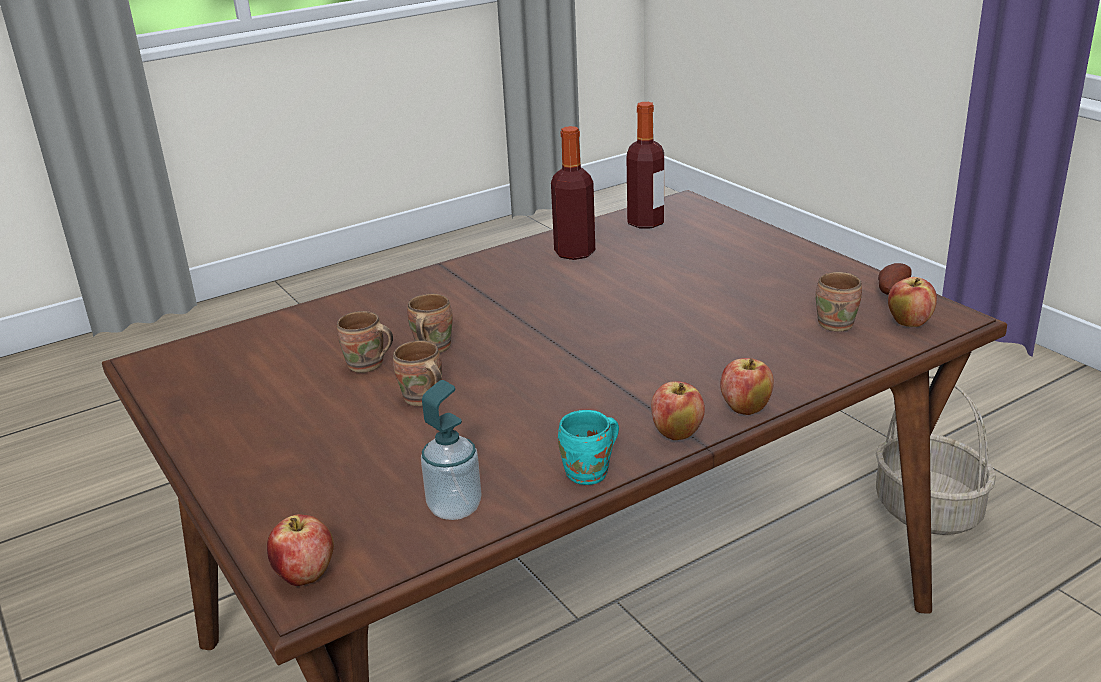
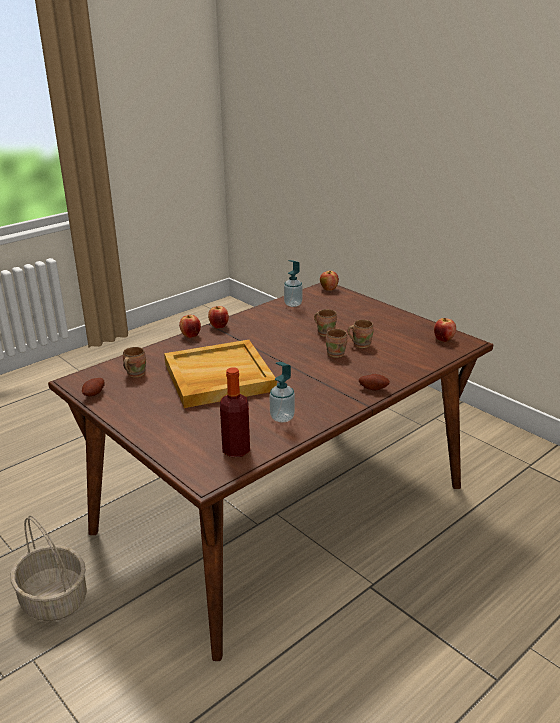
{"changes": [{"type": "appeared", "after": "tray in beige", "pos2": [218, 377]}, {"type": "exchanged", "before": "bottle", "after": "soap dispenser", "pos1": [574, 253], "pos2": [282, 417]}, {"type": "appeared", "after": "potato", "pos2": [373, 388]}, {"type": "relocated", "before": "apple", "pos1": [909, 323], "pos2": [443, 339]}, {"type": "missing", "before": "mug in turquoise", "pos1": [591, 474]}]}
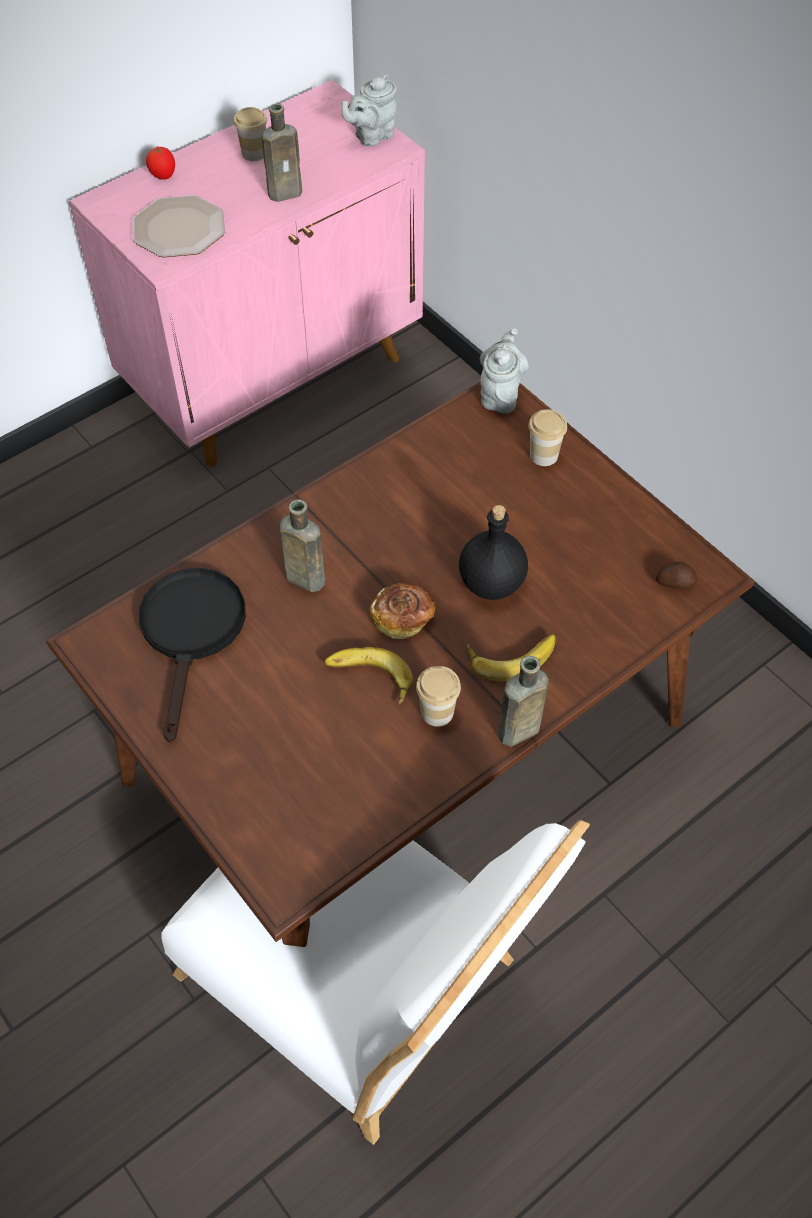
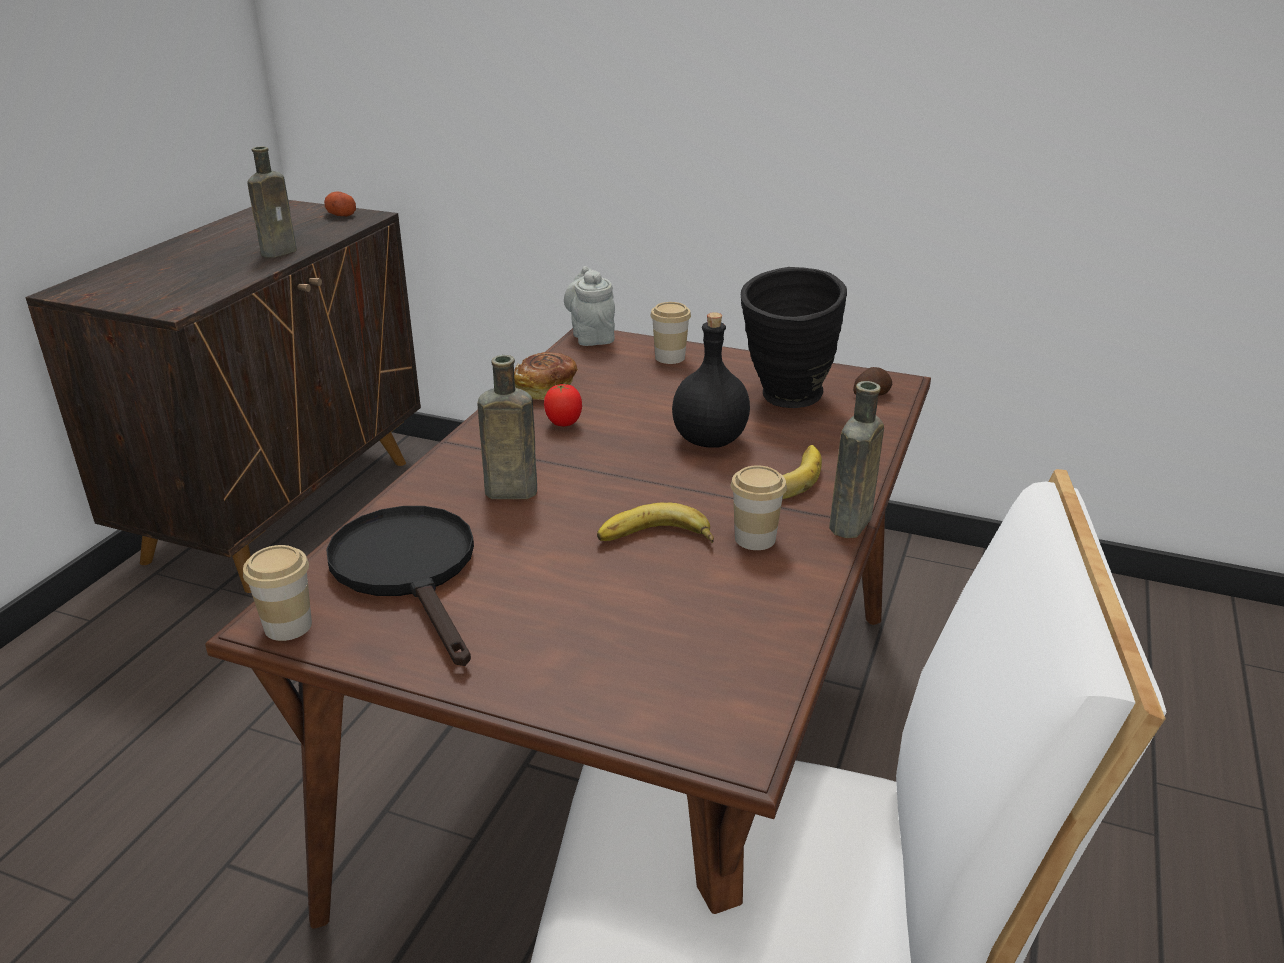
{"changes": [{"type": "colour", "before": "cabinet in pink", "after": "cabinet in brown", "pos1": [275, 377], "pos2": [284, 507]}, {"type": "relocated", "before": "cup", "pos1": [254, 153], "pos2": [288, 626]}, {"type": "exchanged", "before": "teapot in grey", "after": "potato", "pos1": [371, 136], "pos2": [340, 214]}, {"type": "relocated", "before": "bread", "pos1": [403, 618], "pos2": [546, 390]}, {"type": "relocated", "before": "tomato", "pos1": [163, 176], "pos2": [563, 424]}, {"type": "appeared", "after": "vase in black", "pos2": [786, 401]}, {"type": "missing", "before": "plate", "pos1": [178, 229]}]}
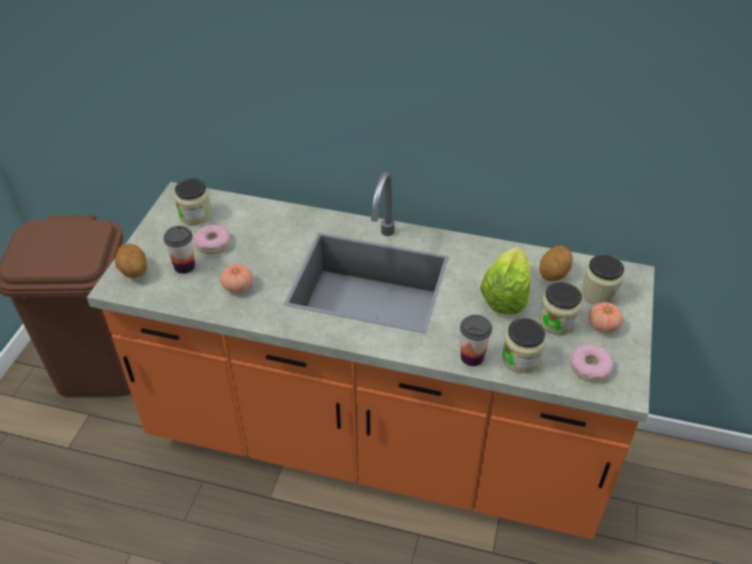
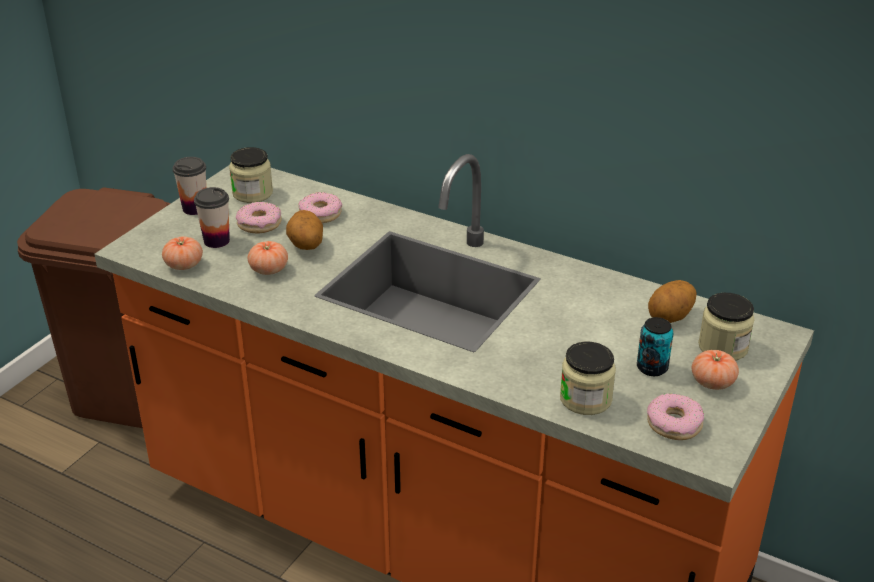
{"changes": [{"type": "appeared", "after": "tomato", "pos2": [184, 265]}, {"type": "relocated", "before": "cup", "pos1": [472, 357], "pos2": [195, 208]}, {"type": "relocated", "before": "potato", "pos1": [133, 272], "pos2": [305, 246]}, {"type": "appeared", "after": "donut", "pos2": [320, 214]}, {"type": "exchanged", "before": "jar", "after": "can", "pos1": [557, 321], "pos2": [652, 368]}, {"type": "missing", "before": "lettuce", "pos1": [505, 296]}]}
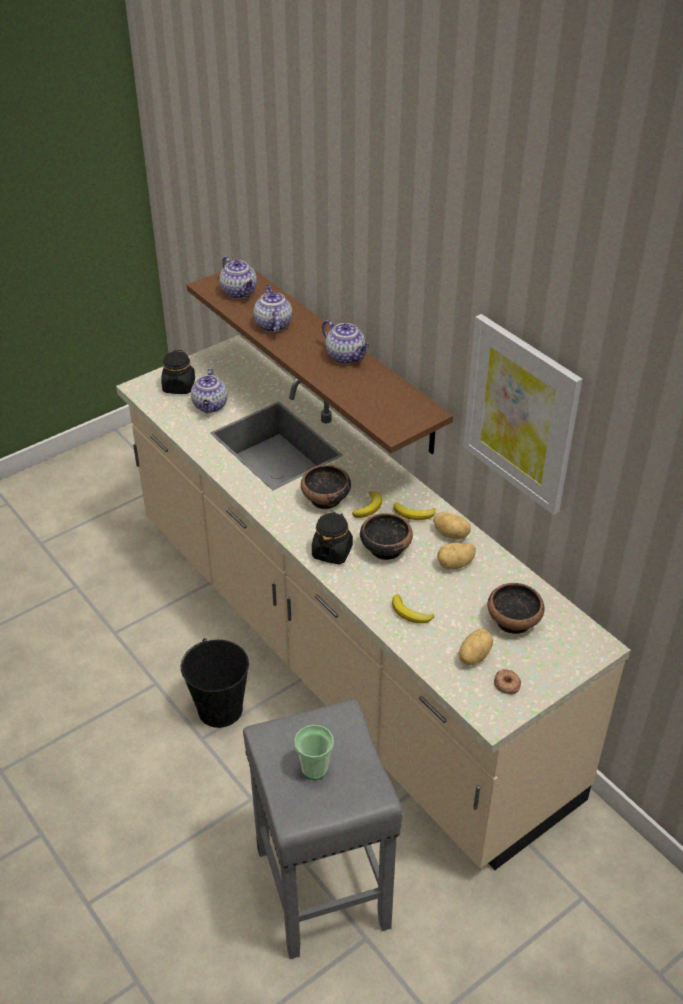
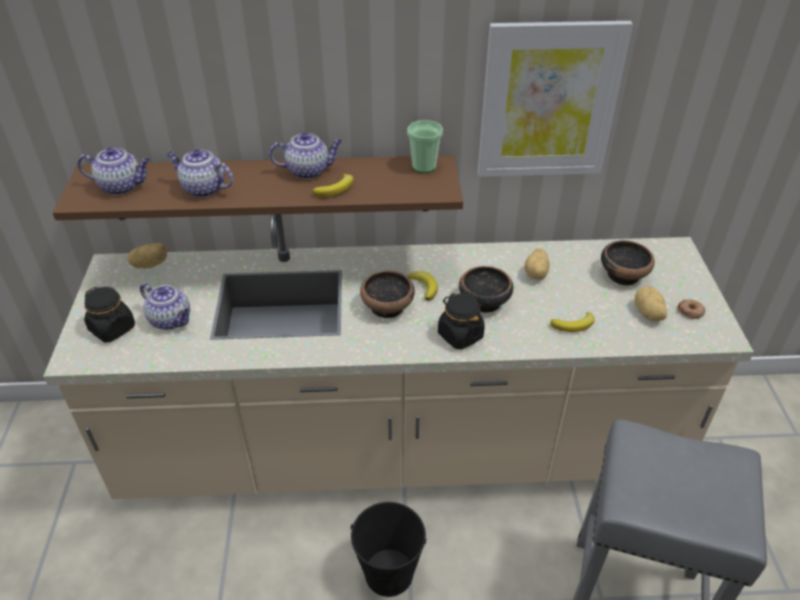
{"changes": [{"type": "relocated", "before": "potato", "pos1": [451, 534], "pos2": [150, 264]}, {"type": "relocated", "before": "banana", "pos1": [414, 514], "pos2": [336, 189]}, {"type": "relocated", "before": "cup", "pos1": [314, 769], "pos2": [424, 166]}]}
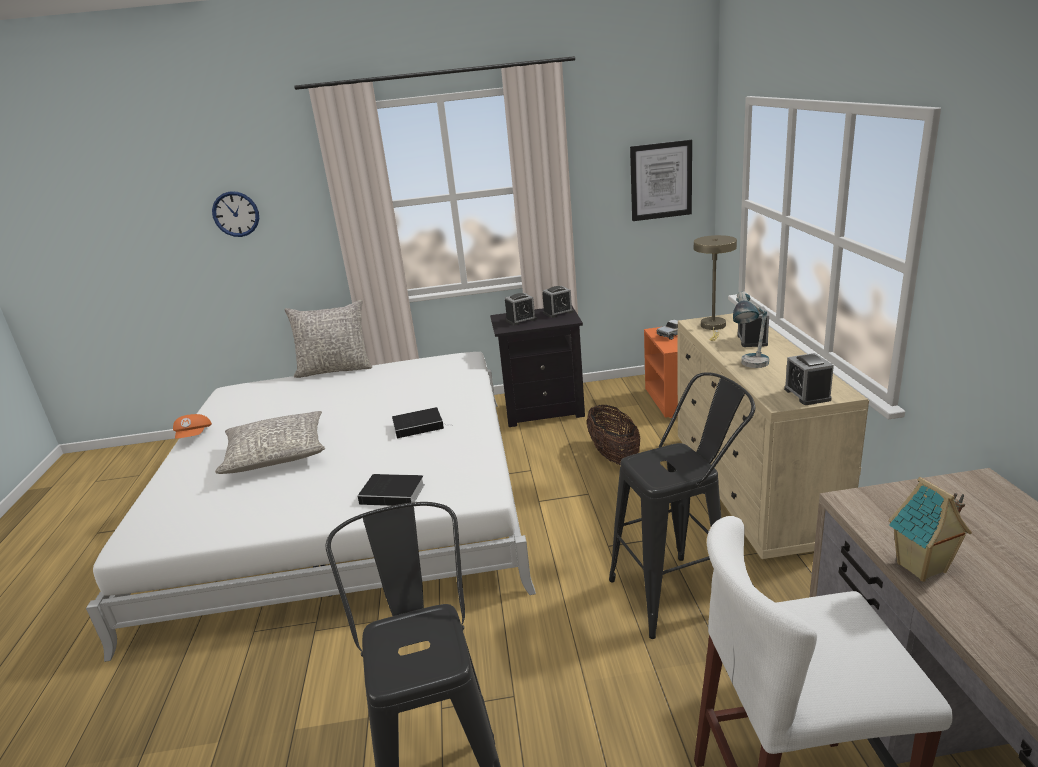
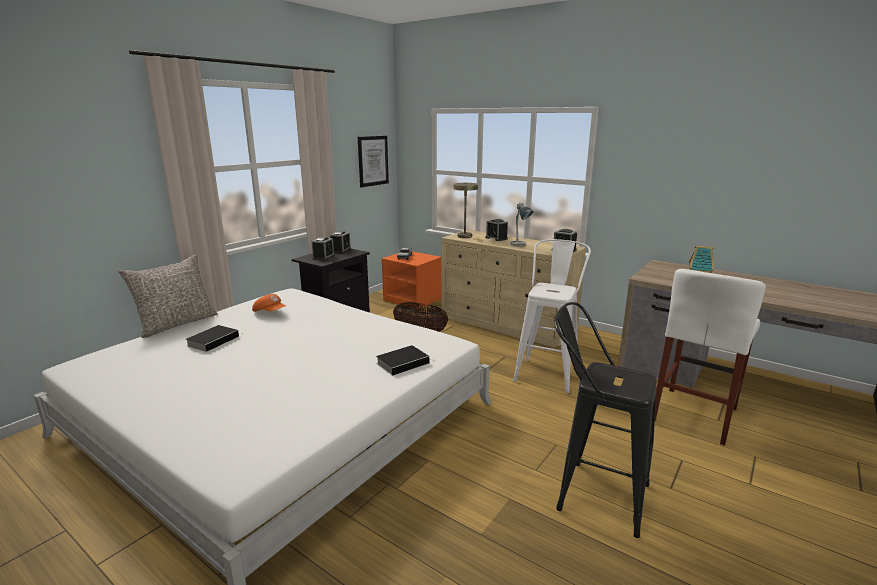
{"changes": [{"type": "relocated", "before": "book", "pos1": [419, 425], "pos2": [214, 340]}, {"type": "relocated", "before": "cap in orange", "pos1": [195, 436], "pos2": [270, 312]}, {"type": "colour", "before": "stool in black", "after": "stool in white", "pos1": [680, 592], "pos2": [548, 372]}, {"type": "missing", "before": "wall clock", "pos1": [236, 214]}, {"type": "missing", "before": "pillow in grey", "pos1": [277, 454]}]}
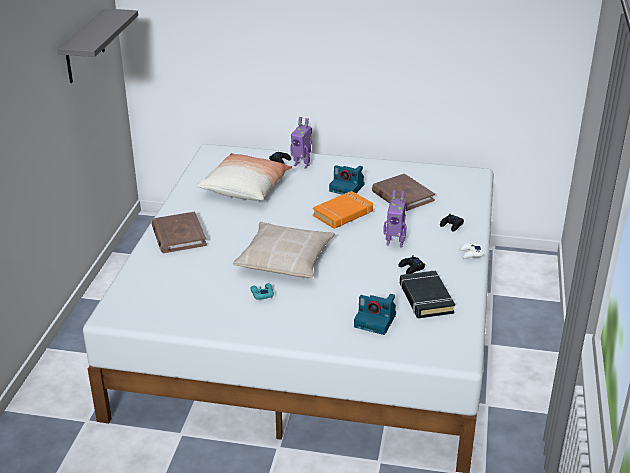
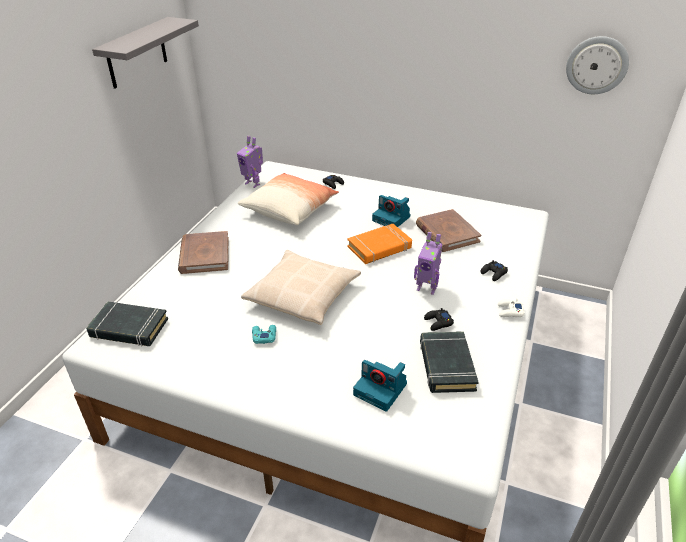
{"changes": [{"type": "appeared", "after": "book in black", "pos2": [129, 328]}, {"type": "relocated", "before": "toy robot", "pos1": [302, 164], "pos2": [253, 183]}, {"type": "appeared", "after": "wall clock", "pos2": [596, 65]}]}
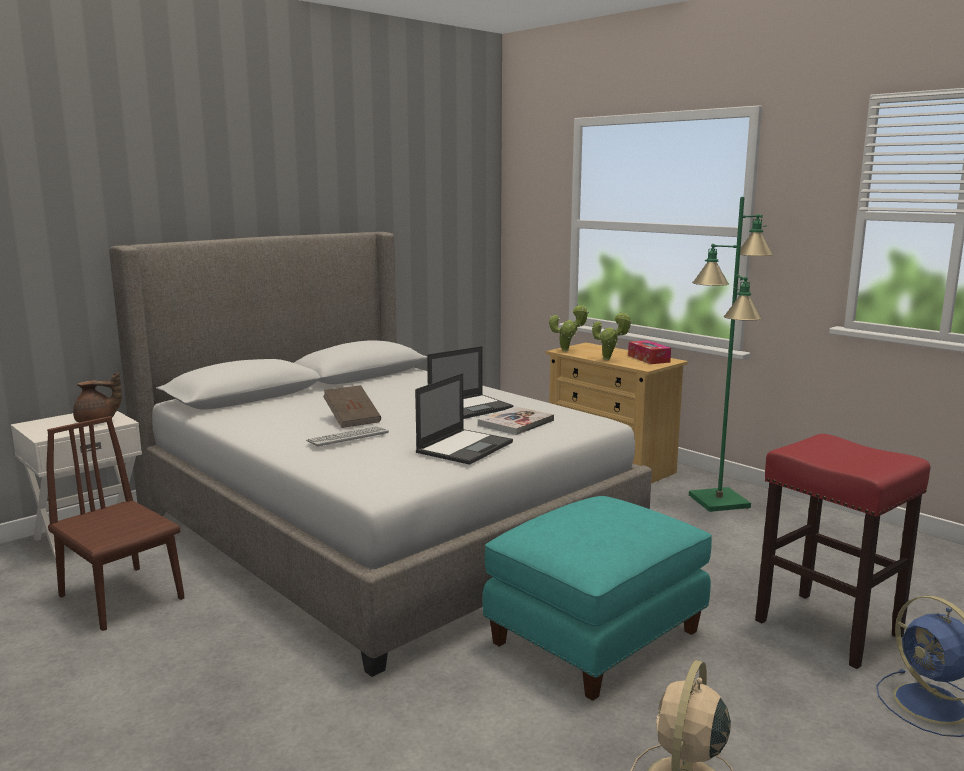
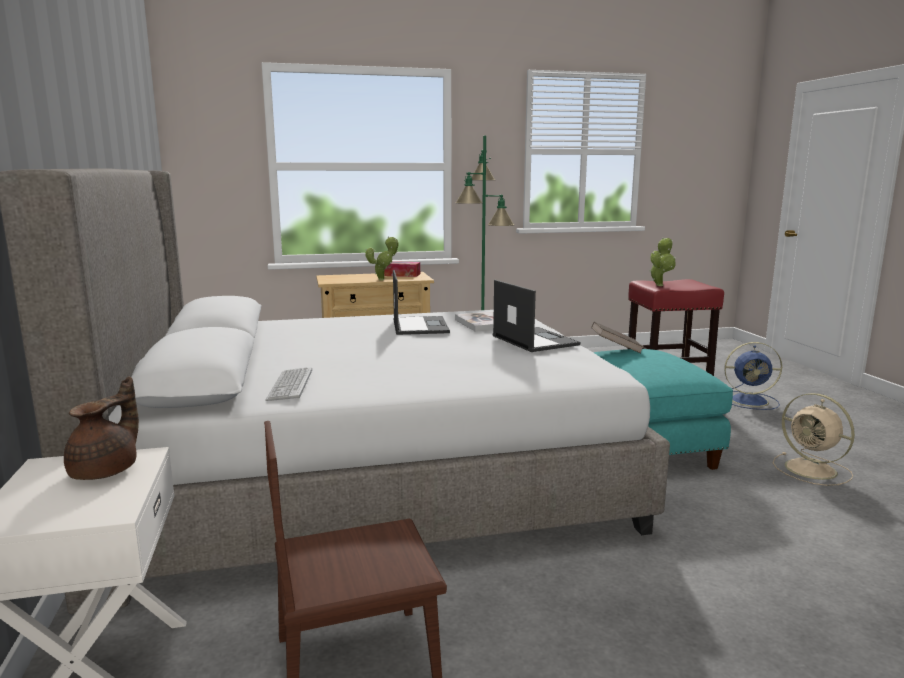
{"changes": [{"type": "relocated", "before": "keyboard", "pos1": [348, 437], "pos2": [290, 385]}, {"type": "relocated", "before": "book in brown", "pos1": [352, 419], "pos2": [616, 349]}, {"type": "relocated", "before": "potted plant", "pos1": [567, 350], "pos2": [660, 285]}]}
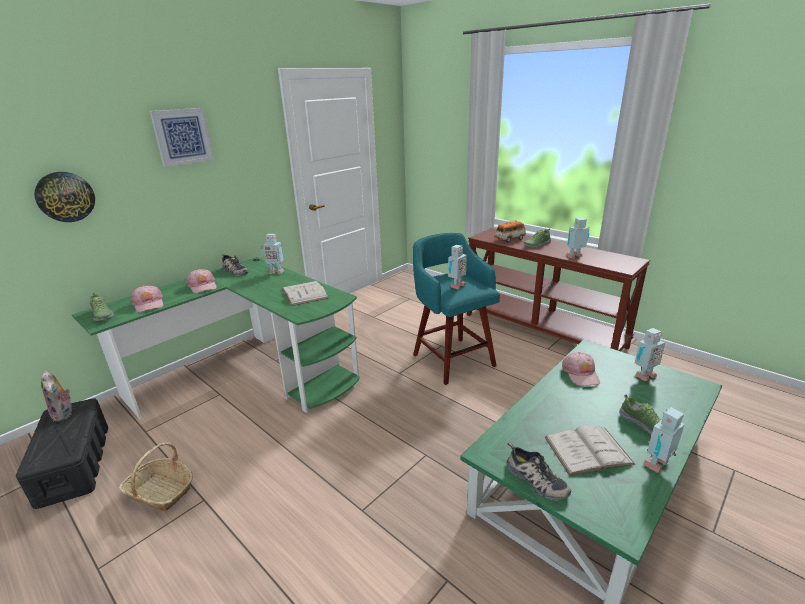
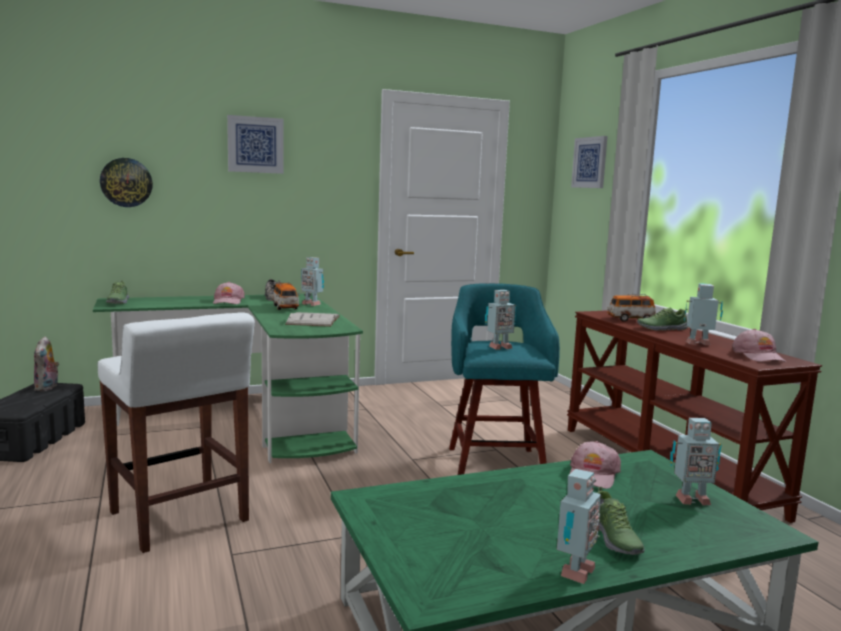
{"changes": [{"type": "appeared", "after": "stool in white", "pos2": [179, 518]}, {"type": "appeared", "after": "toy car", "pos2": [285, 307]}, {"type": "spun", "before": "toy robot", "pos1": [658, 464], "pos2": [573, 572], "turn": 135}, {"type": "appeared", "after": "picture", "pos2": [590, 162]}, {"type": "relocated", "before": "cap in pink", "pos1": [149, 304], "pos2": [758, 356]}, {"type": "missing", "before": "basket", "pos1": [161, 492]}, {"type": "missing", "before": "shoe", "pos1": [534, 480]}, {"type": "missing", "before": "book in white", "pos1": [587, 450]}]}
